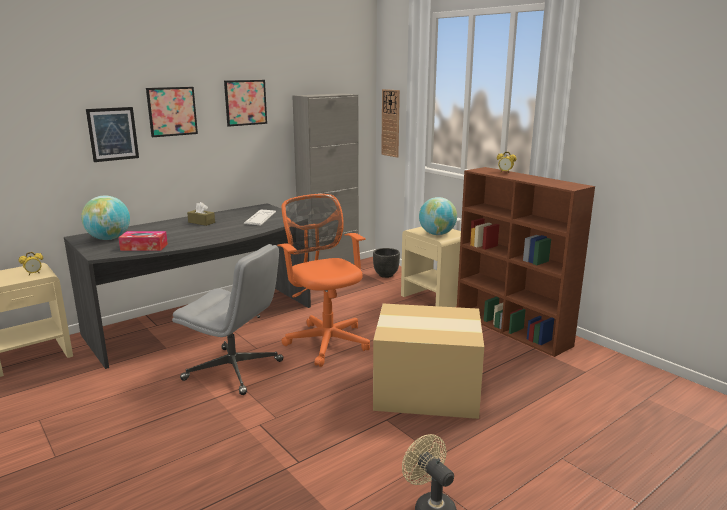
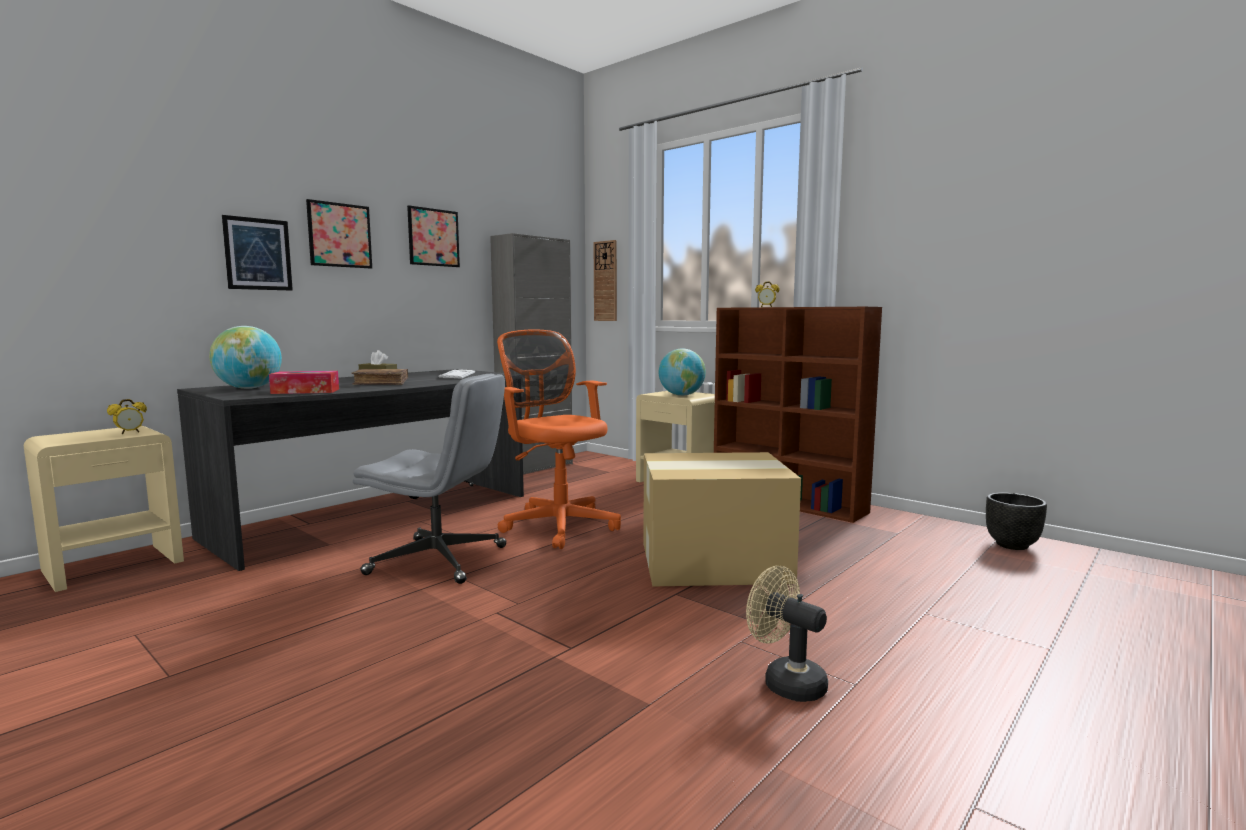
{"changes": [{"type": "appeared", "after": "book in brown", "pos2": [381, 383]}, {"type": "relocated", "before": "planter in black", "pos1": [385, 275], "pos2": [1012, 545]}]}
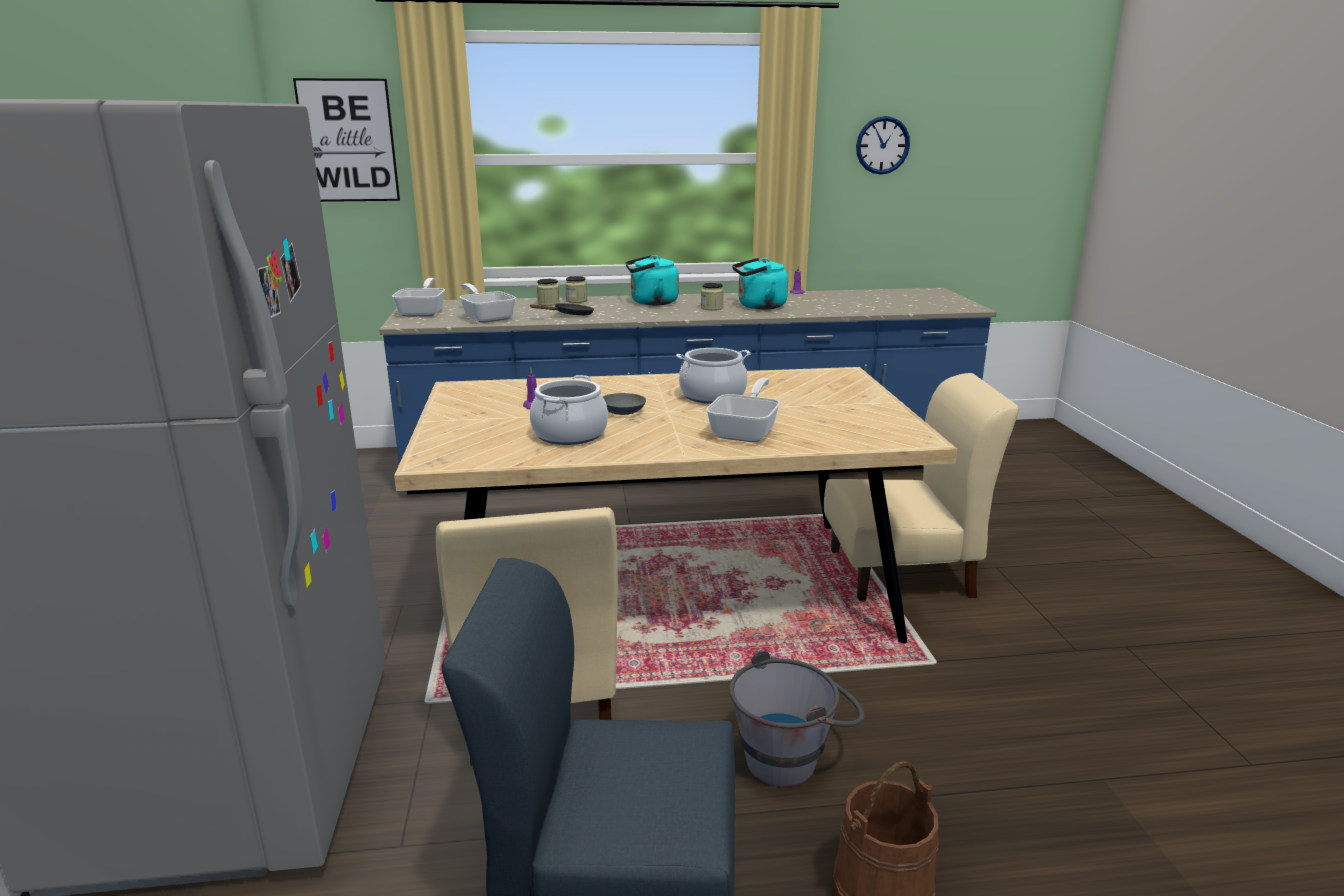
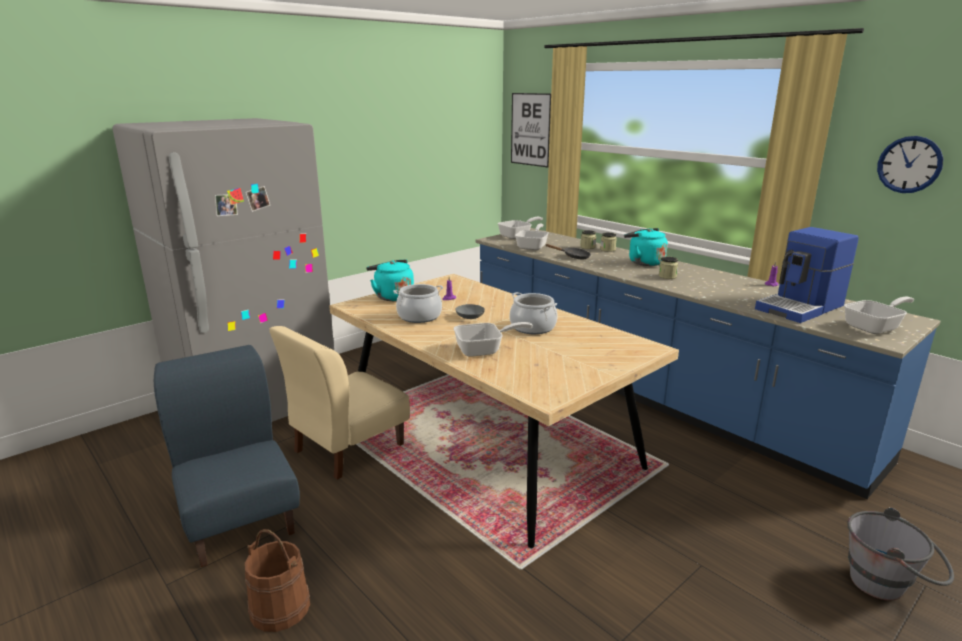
{"changes": [{"type": "relocated", "before": "kettle in turquoise", "pos1": [758, 306], "pos2": [392, 296]}, {"type": "appeared", "after": "coffee machine", "pos2": [801, 307]}, {"type": "appeared", "after": "frying pan", "pos2": [875, 327]}, {"type": "relocated", "before": "bucket in grey", "pos1": [793, 757], "pos2": [888, 586]}, {"type": "missing", "before": "chair in beige", "pos1": [901, 573]}]}
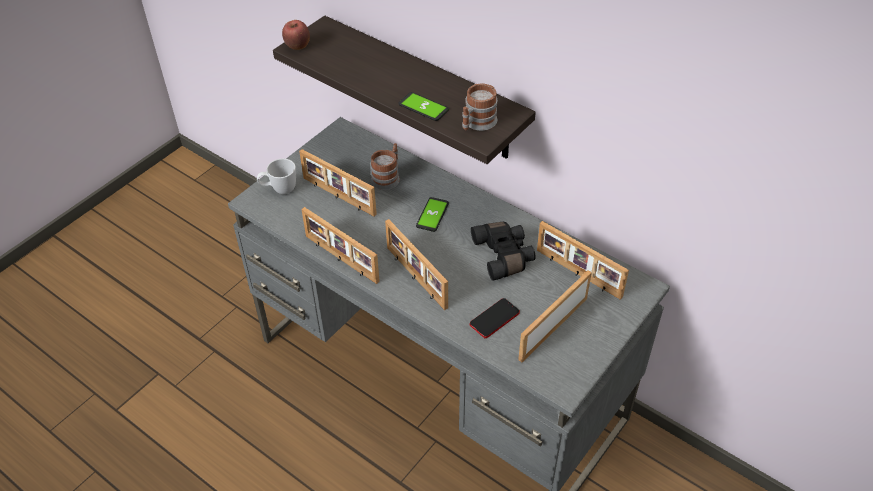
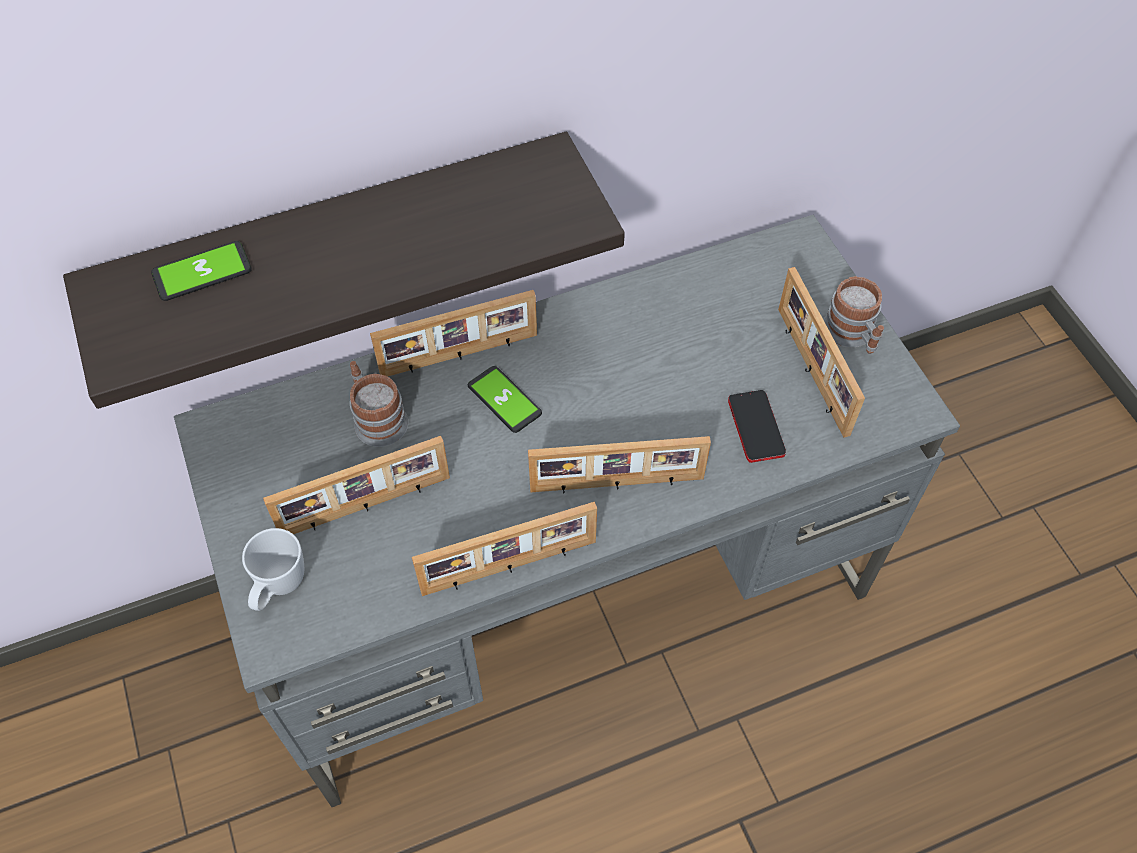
{"changes": [{"type": "relocated", "before": "phone", "pos1": [423, 107], "pos2": [202, 272]}, {"type": "relocated", "before": "picture frame", "pos1": [577, 274], "pos2": [459, 356]}, {"type": "relocated", "before": "mug", "pos1": [477, 123], "pos2": [852, 335]}, {"type": "missing", "before": "apple", "pos1": [297, 47]}, {"type": "missing", "before": "binoculars in black", "pos1": [504, 255]}]}
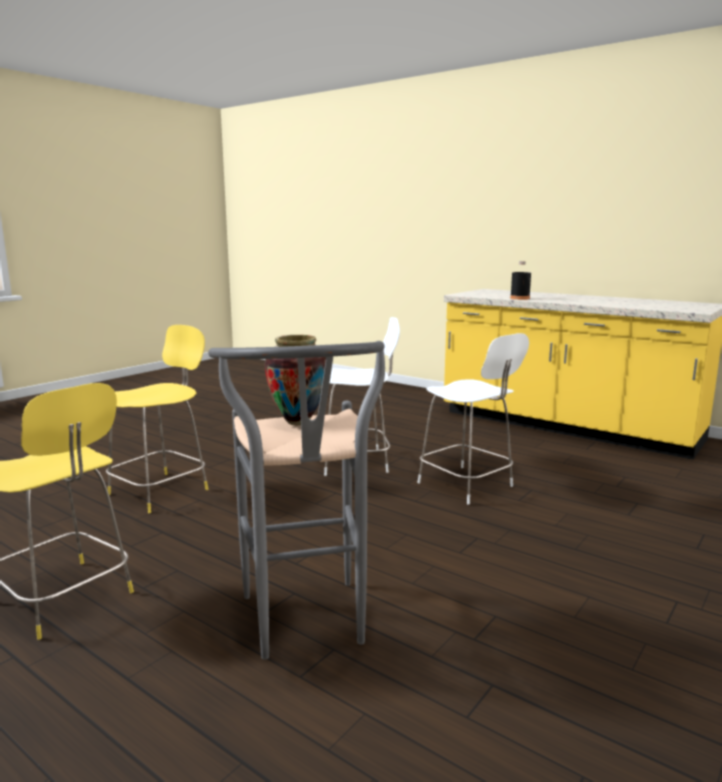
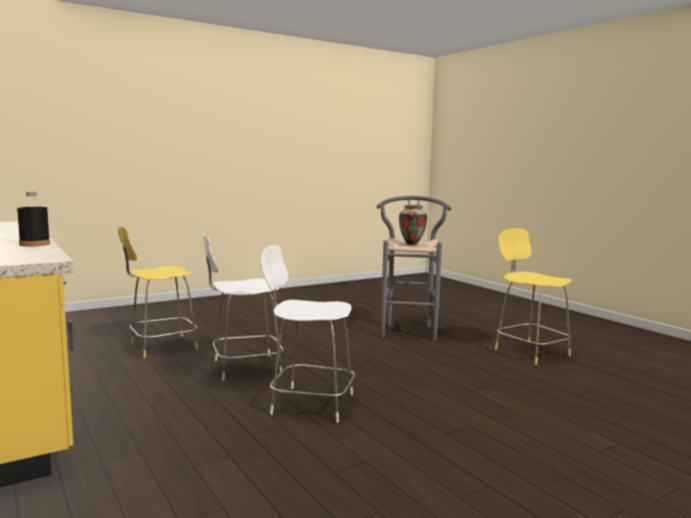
{"changes": [{"type": "relocated", "before": "stool in yellow", "pos1": [161, 491], "pos2": [161, 346]}, {"type": "spun", "before": "chair in white", "pos1": [467, 486], "pos2": [244, 367], "turn": -90}]}
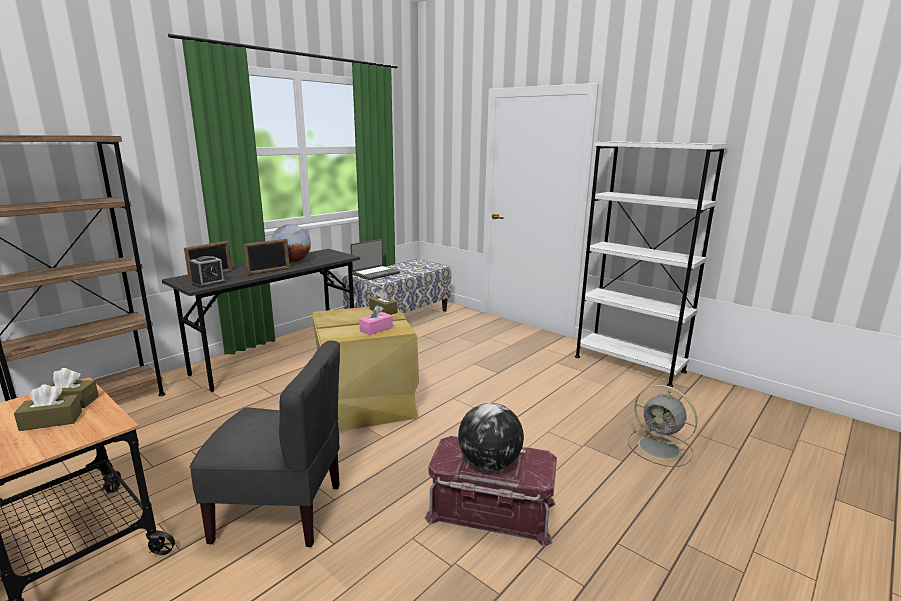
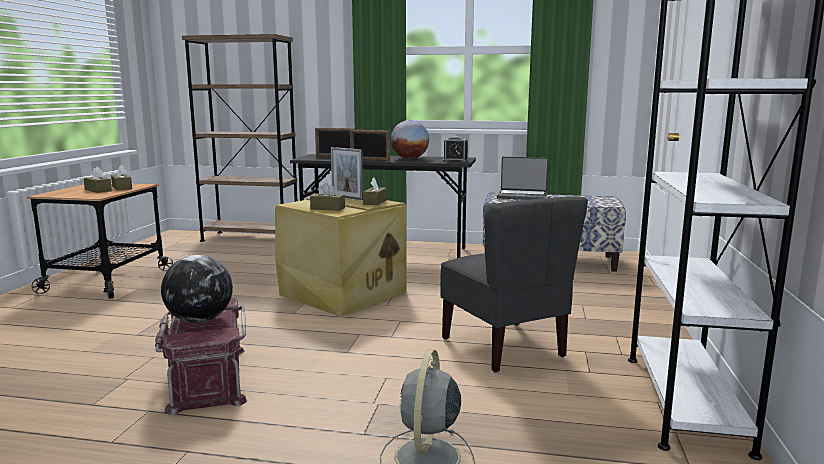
{"changes": [{"type": "colour", "before": "tissue box in pink", "after": "tissue box in brown", "pos1": [376, 329], "pos2": [327, 208]}, {"type": "appeared", "after": "picture frame", "pos2": [347, 197]}, {"type": "relocated", "before": "chair in grey", "pos1": [280, 511], "pos2": [504, 347]}, {"type": "relocated", "before": "alarm clock", "pos1": [209, 283], "pos2": [455, 161]}]}
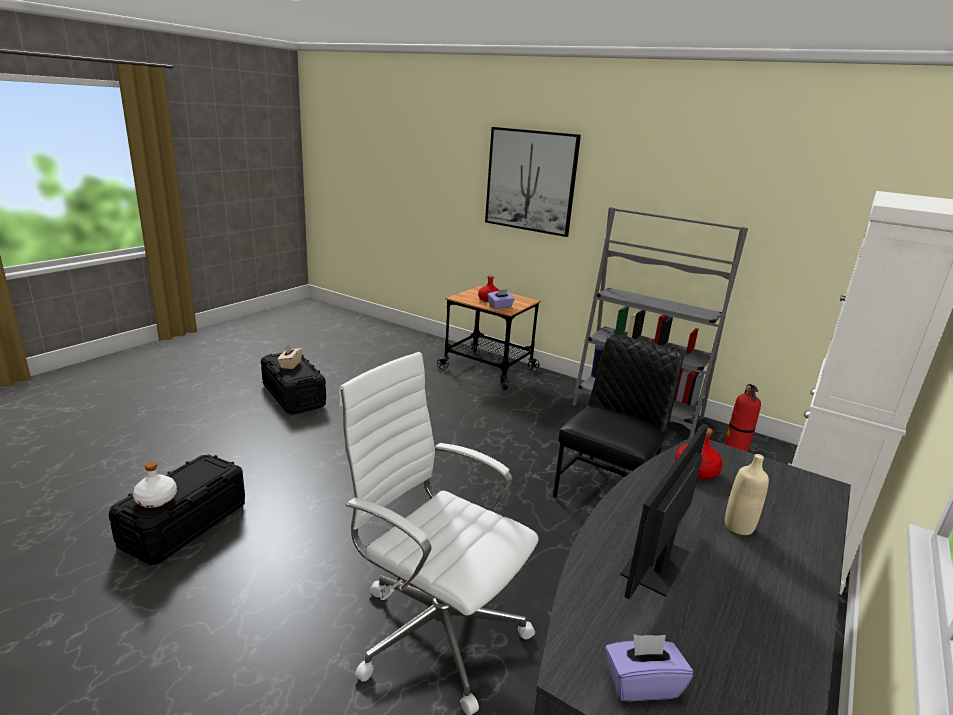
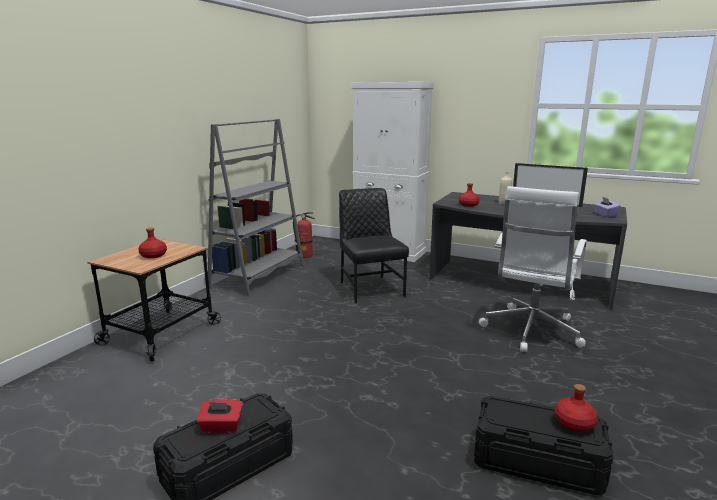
{"changes": [{"type": "colour", "before": "tissue box in beige", "after": "tissue box in red", "pos1": [290, 364], "pos2": [221, 427]}, {"type": "spun", "before": "chair in black", "pos1": [608, 490], "pos2": [370, 288], "turn": 45}, {"type": "colour", "before": "bottle in white", "after": "bottle in red", "pos1": [156, 499], "pos2": [574, 423]}, {"type": "missing", "before": "picture", "pos1": [530, 181]}, {"type": "missing", "before": "tissue box in purple", "pos1": [500, 306]}]}
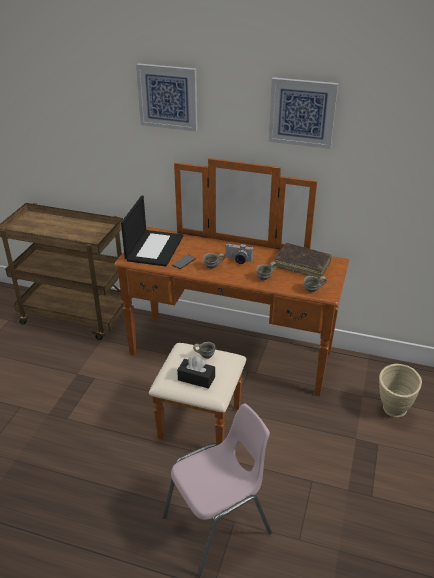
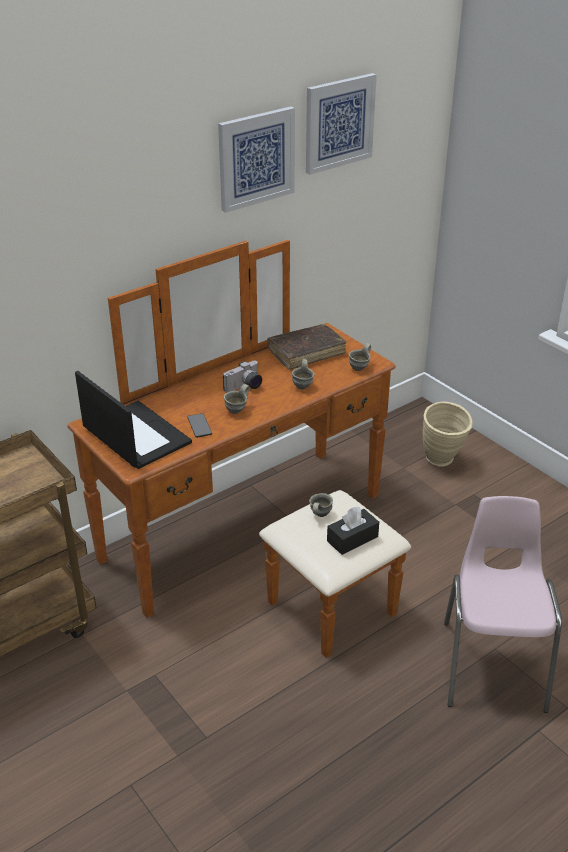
{"changes": [{"type": "relocated", "before": "picture", "pos1": [168, 97], "pos2": [338, 123]}]}
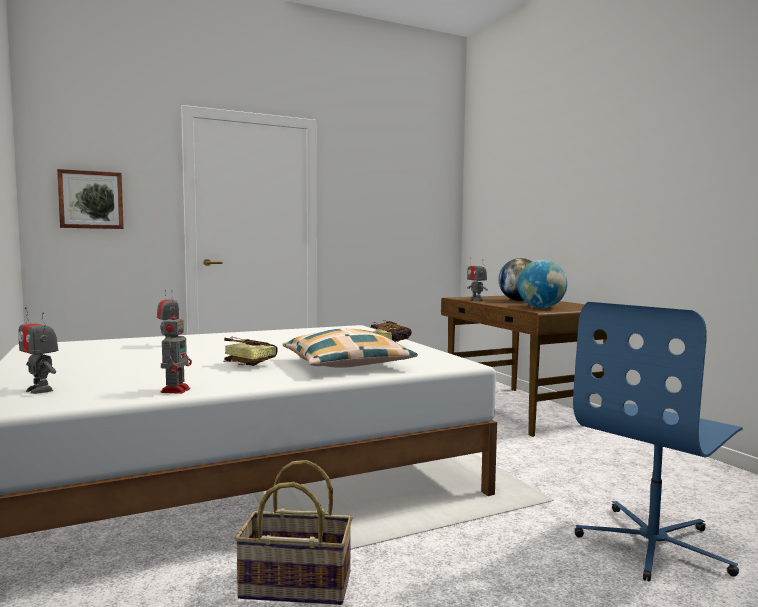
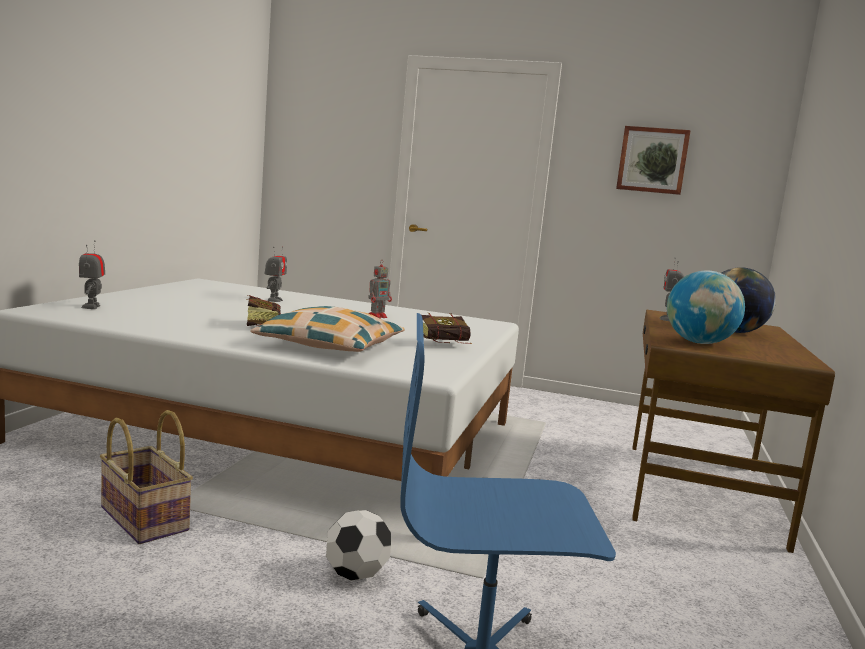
{"changes": [{"type": "appeared", "after": "football", "pos2": [355, 575]}, {"type": "relocated", "before": "toy robot", "pos1": [176, 390], "pos2": [378, 316]}, {"type": "relocated", "before": "picture", "pos1": [91, 200], "pos2": [652, 160]}]}
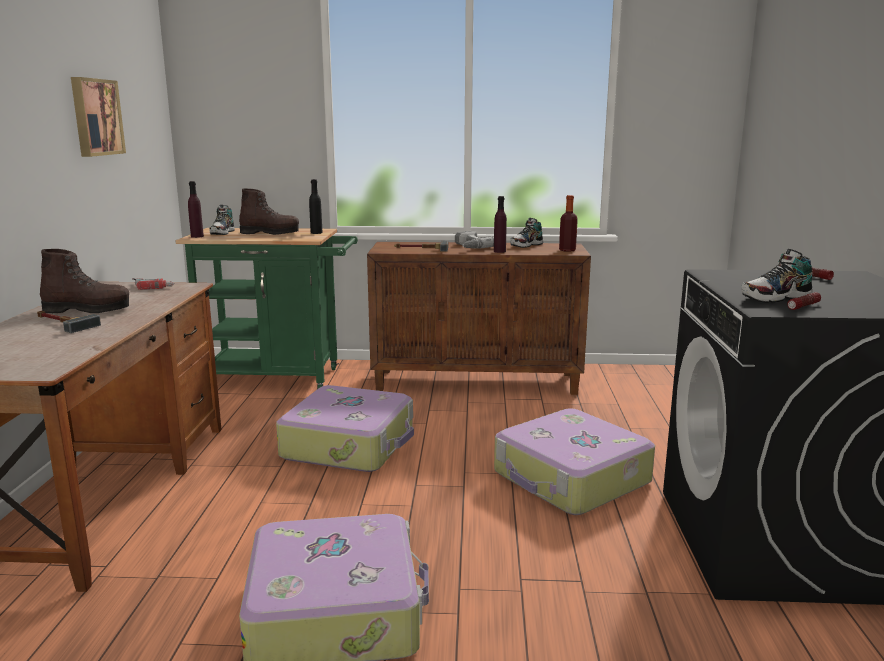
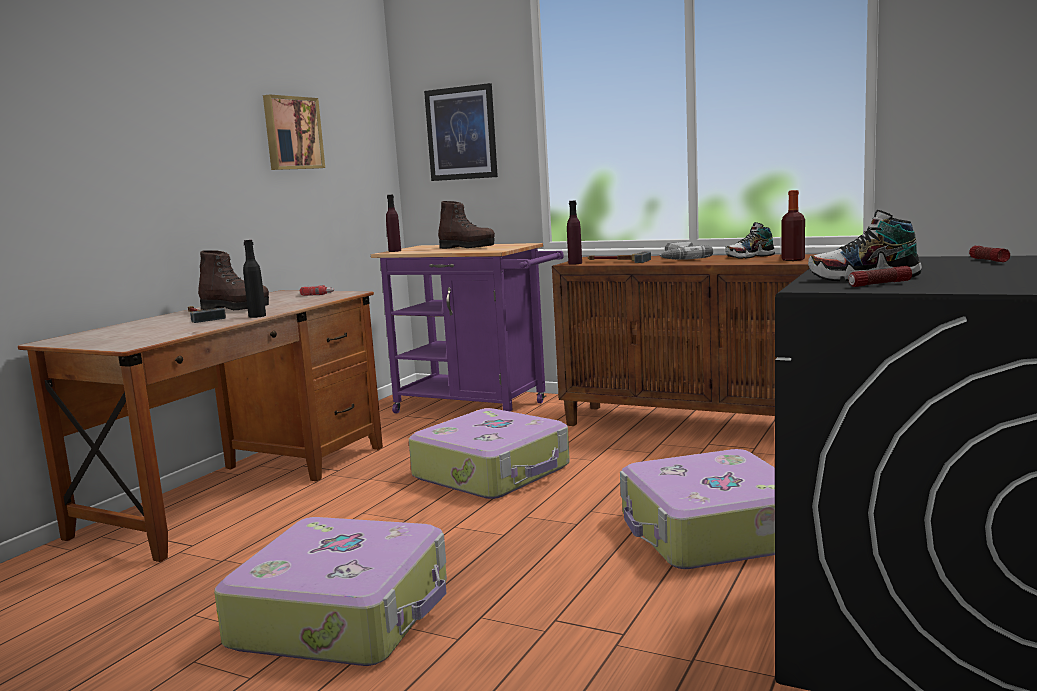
{"changes": [{"type": "relocated", "before": "bottle in black", "pos1": [316, 233], "pos2": [257, 316]}, {"type": "colour", "before": "cart in green", "after": "cart in purple", "pos1": [280, 379], "pos2": [478, 408]}, {"type": "appeared", "after": "picture", "pos2": [461, 133]}, {"type": "relocated", "before": "bottle in purple", "pos1": [499, 251], "pos2": [575, 263]}, {"type": "missing", "before": "shoe", "pos1": [222, 233]}]}
